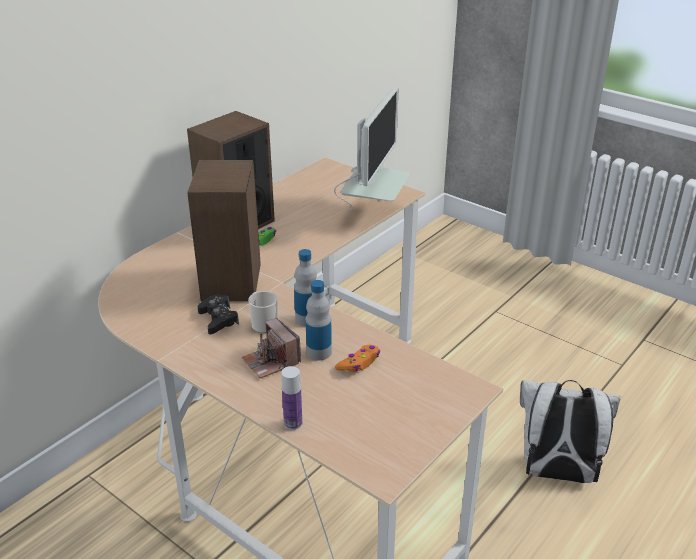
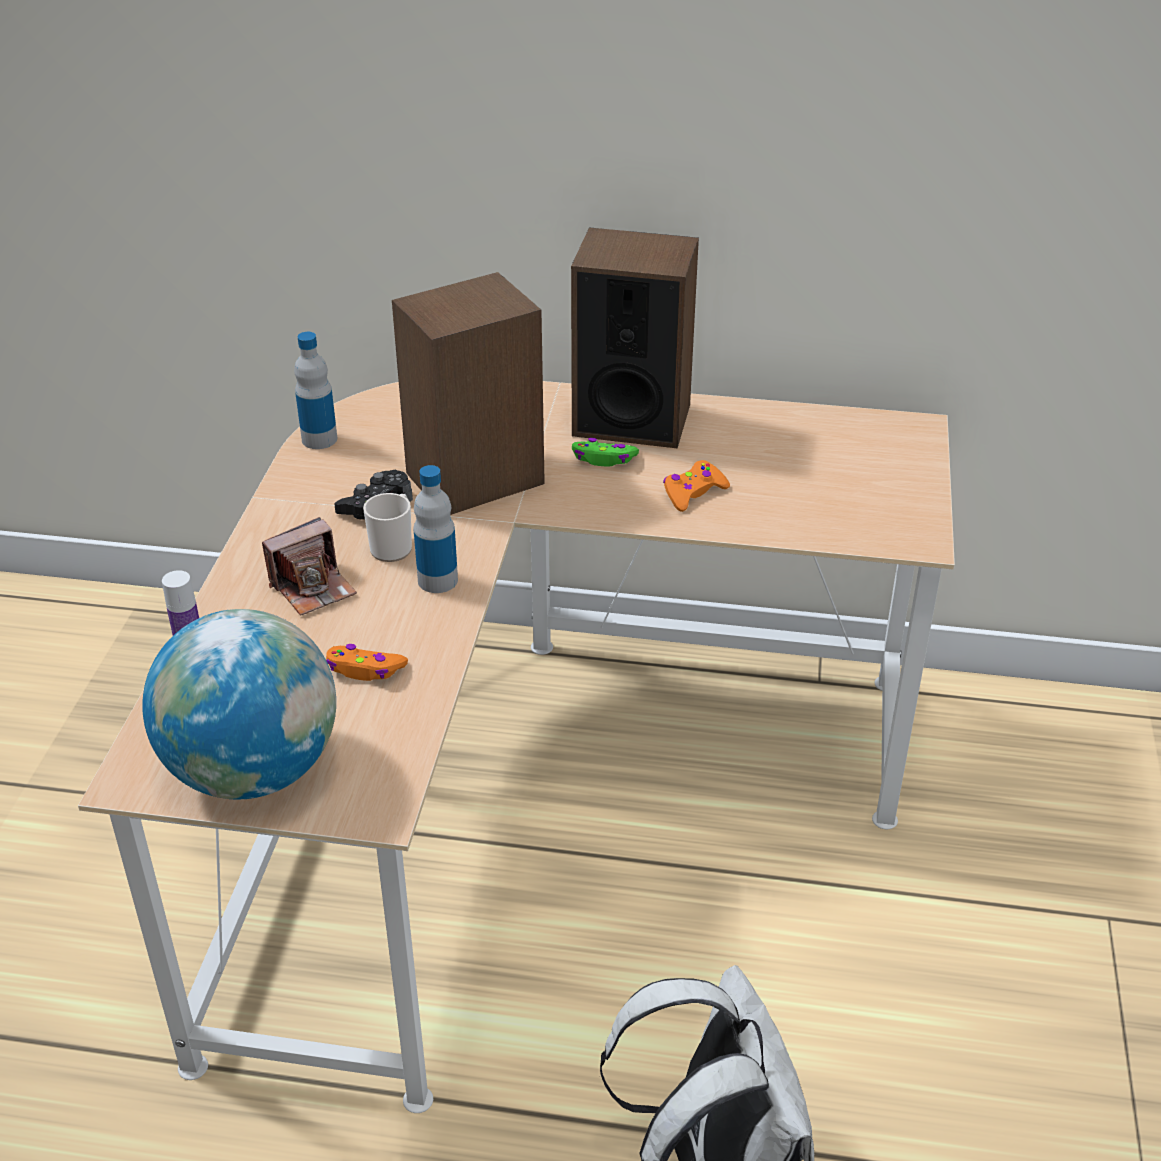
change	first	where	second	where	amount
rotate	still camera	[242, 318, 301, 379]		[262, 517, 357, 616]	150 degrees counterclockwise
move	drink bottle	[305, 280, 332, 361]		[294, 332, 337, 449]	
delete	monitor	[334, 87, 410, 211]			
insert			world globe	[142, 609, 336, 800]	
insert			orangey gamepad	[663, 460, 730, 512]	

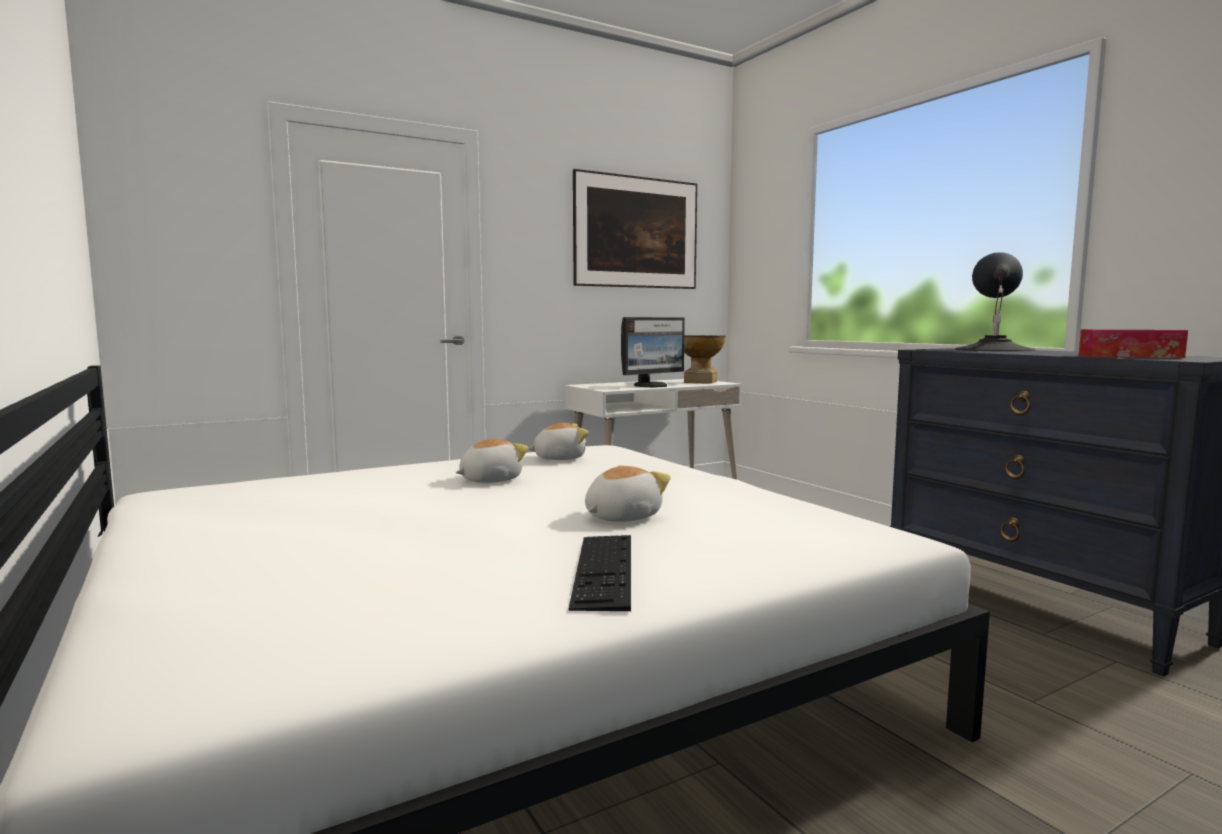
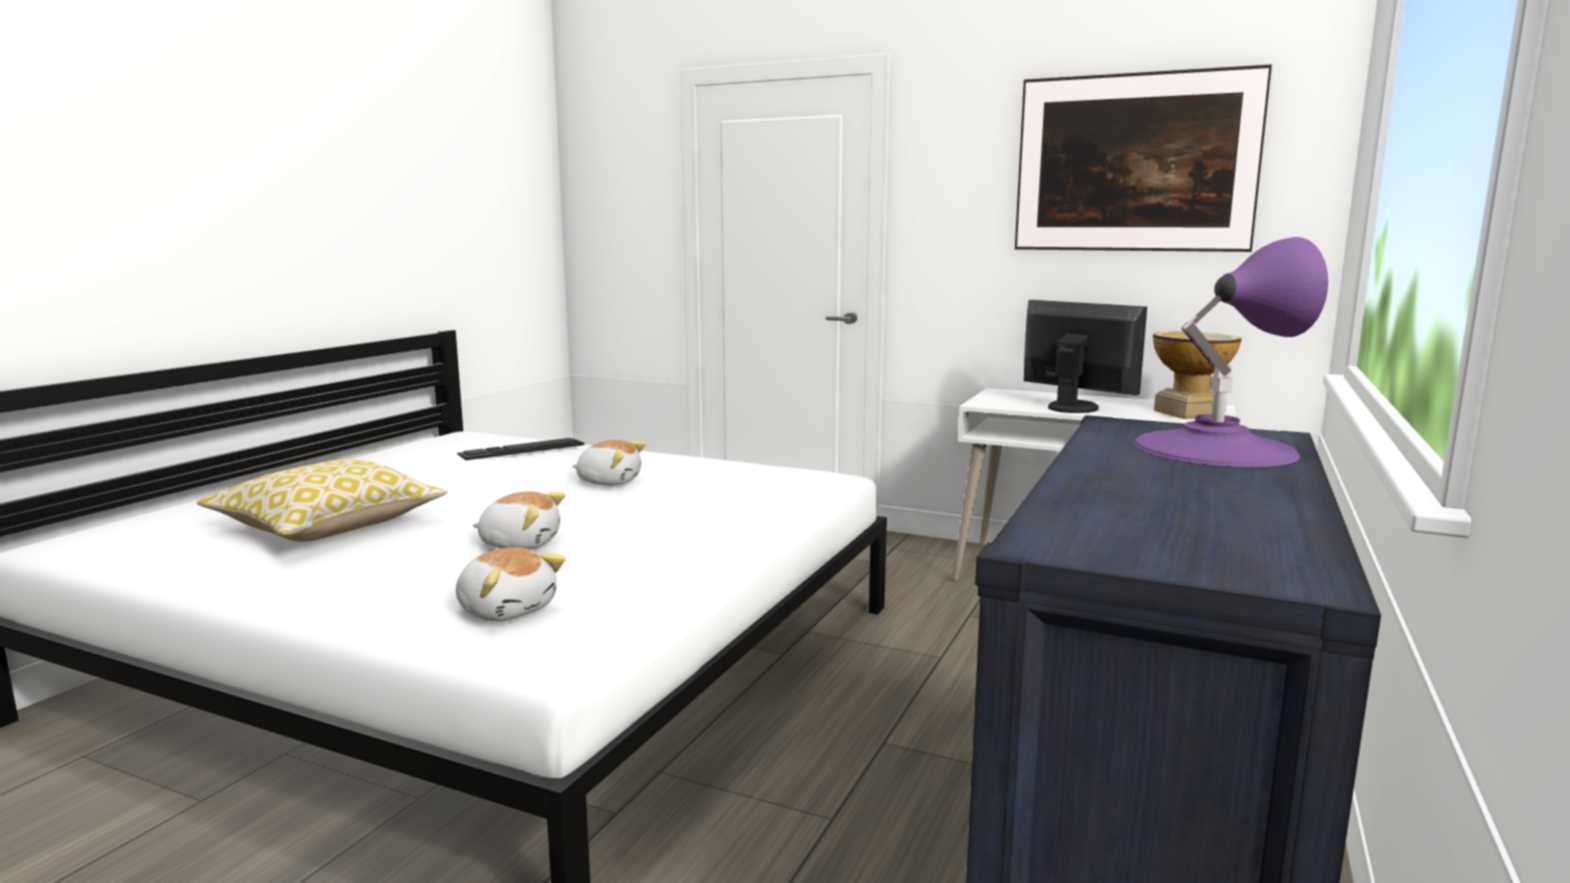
change	first	where	second	where	amount
move	cuddly toy	[528, 423, 589, 460]		[456, 547, 566, 621]	
move	keyboard	[568, 535, 631, 611]		[457, 438, 584, 460]	
rotate	monitor	[621, 317, 685, 387]		[1024, 300, 1147, 413]	150 degrees counterclockwise
recolor	black lamp for a table	[955, 252, 1036, 352]	purple-coloured lamp for a table	[1134, 237, 1328, 467]	
delete	box of tissues	[1079, 329, 1188, 358]			
insert			cushion	[197, 459, 448, 542]	

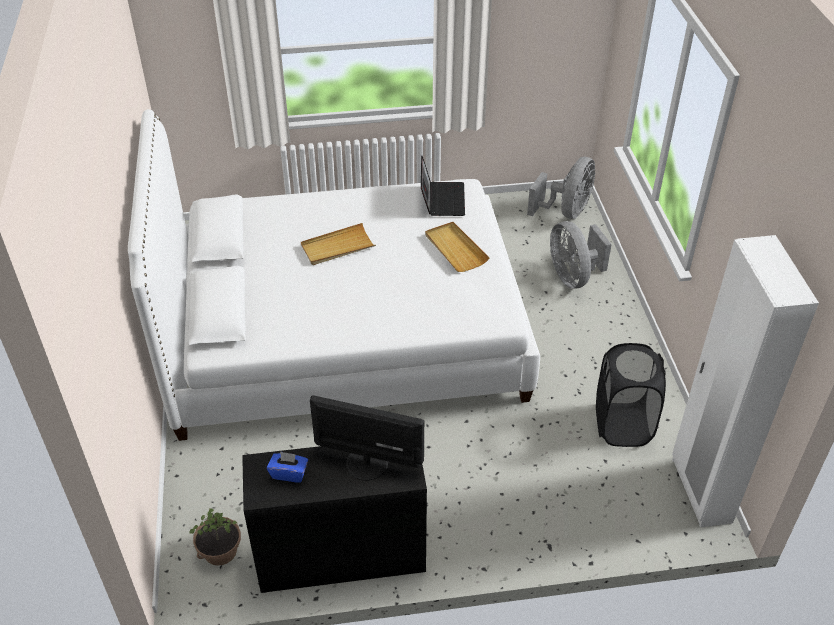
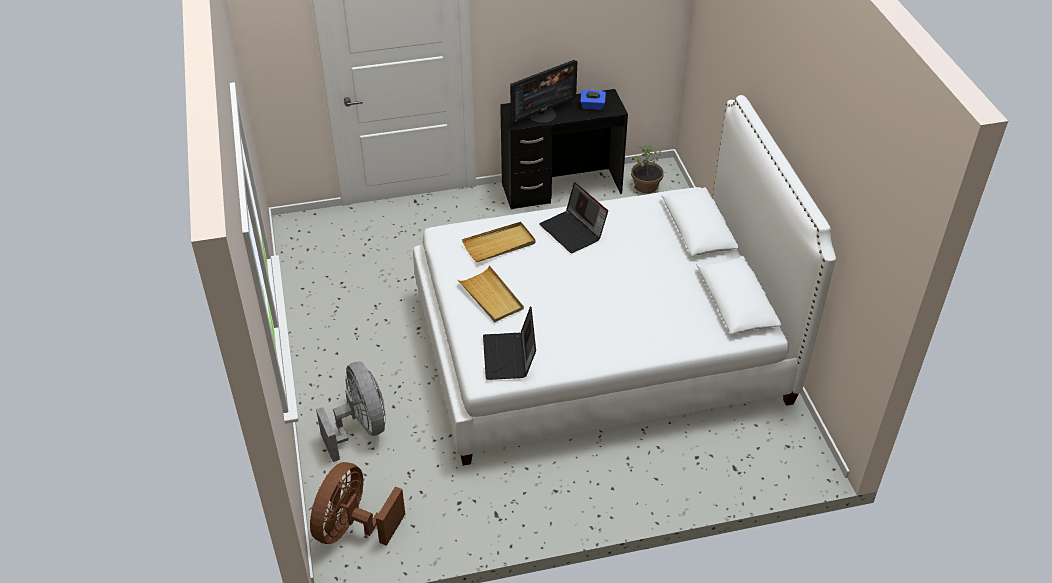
change	first	where	second	where	amount
move	sand-coloured serving tray	[301, 223, 376, 265]		[462, 222, 536, 262]	
rotate	monitor	[310, 395, 424, 481]		[510, 60, 577, 123]	45 degrees counterclockwise
recolor	grey cooling fan	[527, 157, 595, 219]	brown cooling fan	[310, 462, 405, 546]	
delete	black laundry basket	[596, 343, 666, 447]			
delete	white wardrobe	[672, 235, 819, 527]			
insert			portable computer	[539, 182, 608, 253]	

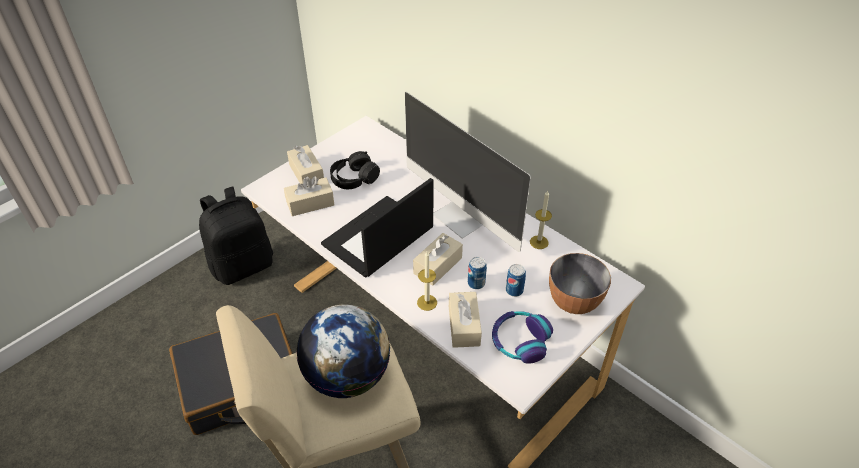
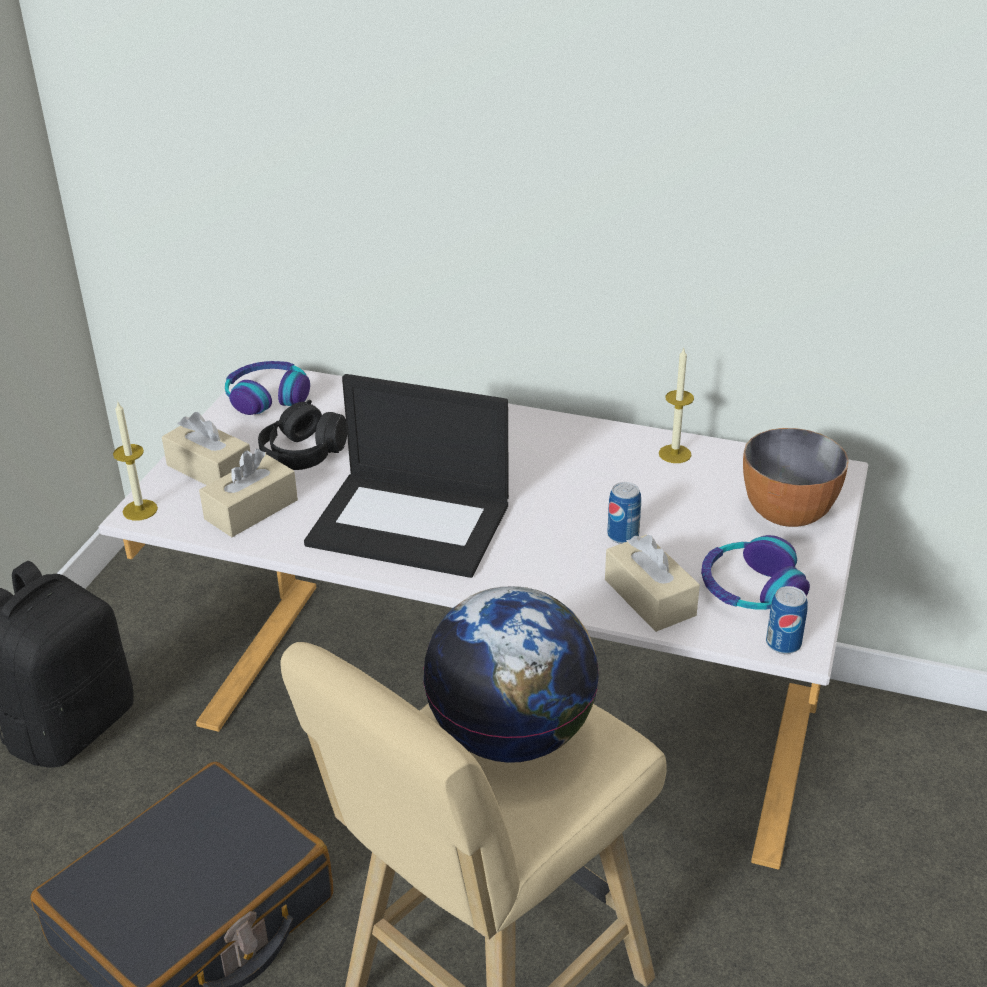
change	first	where	second	where	amount
rotate	portable computer	[321, 178, 434, 278]		[304, 374, 509, 578]	90 degrees counterclockwise
delete	monitor	[405, 92, 531, 252]			
delete	sand-coloured box of tissues	[413, 233, 463, 286]			
move	wax candle	[417, 252, 437, 311]		[113, 402, 158, 521]	
move	can	[506, 264, 526, 297]		[766, 586, 808, 654]	
insert			headset	[225, 361, 310, 415]	

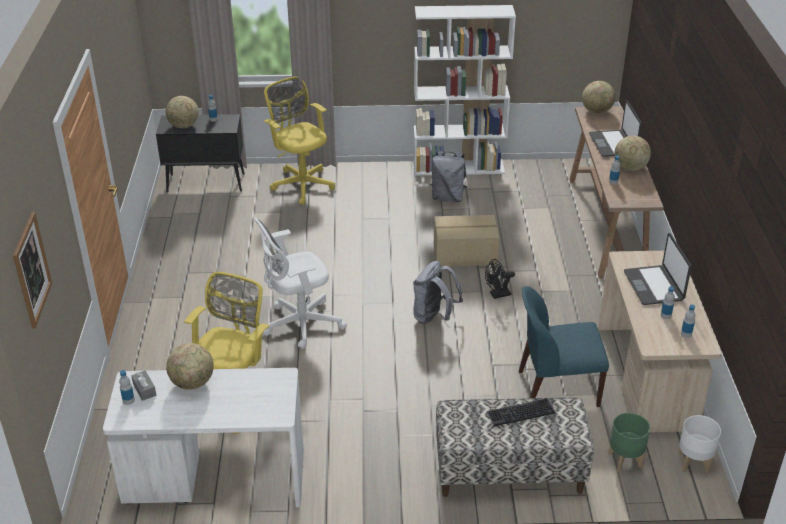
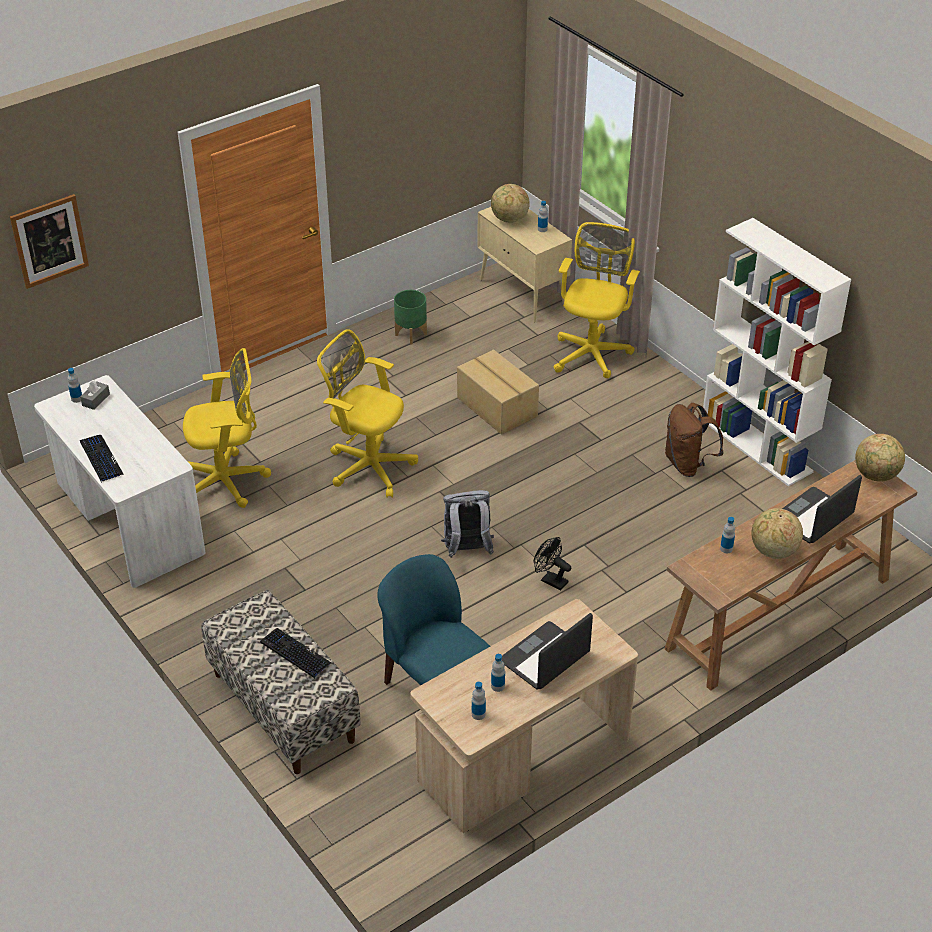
change	first	where	second	where	amount
recolor	black cabinet	[156, 114, 245, 193]	sand-coloured cabinet	[477, 207, 572, 322]	
delete	world globe	[166, 343, 214, 390]			
recolor	white computer chair	[254, 218, 347, 349]	yellow computer chair	[317, 329, 418, 498]	
recolor	grey rucksack	[430, 150, 467, 202]	brown rucksack	[665, 403, 724, 477]	
move	carton	[434, 215, 500, 266]		[457, 350, 539, 435]	
move	green flower pot	[608, 413, 650, 472]		[394, 290, 427, 344]	
delete	white flower pot	[679, 415, 721, 473]			
insert			keyboard	[80, 435, 124, 482]	

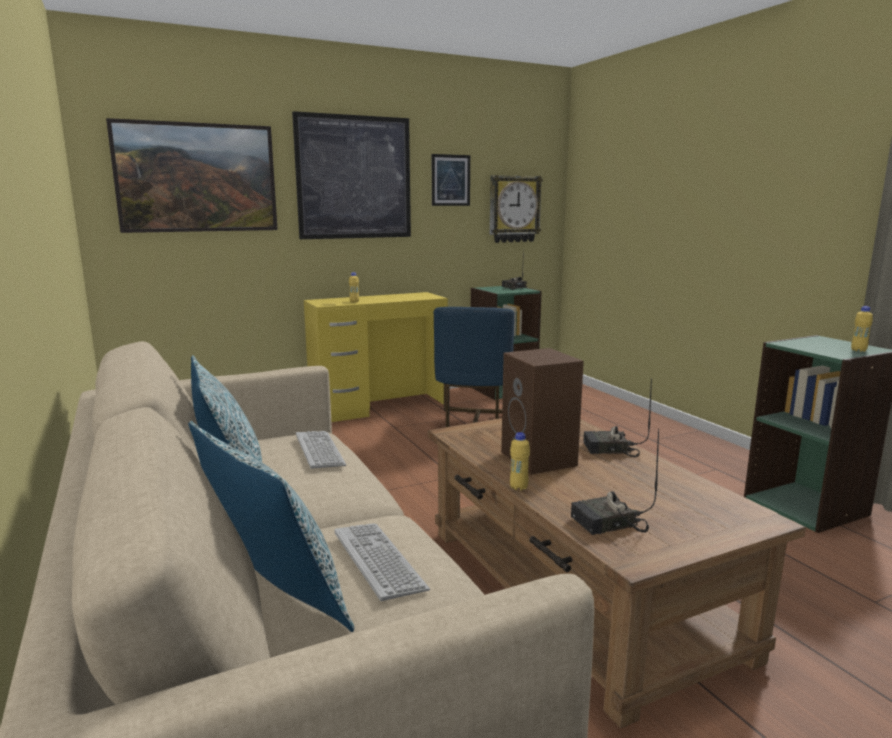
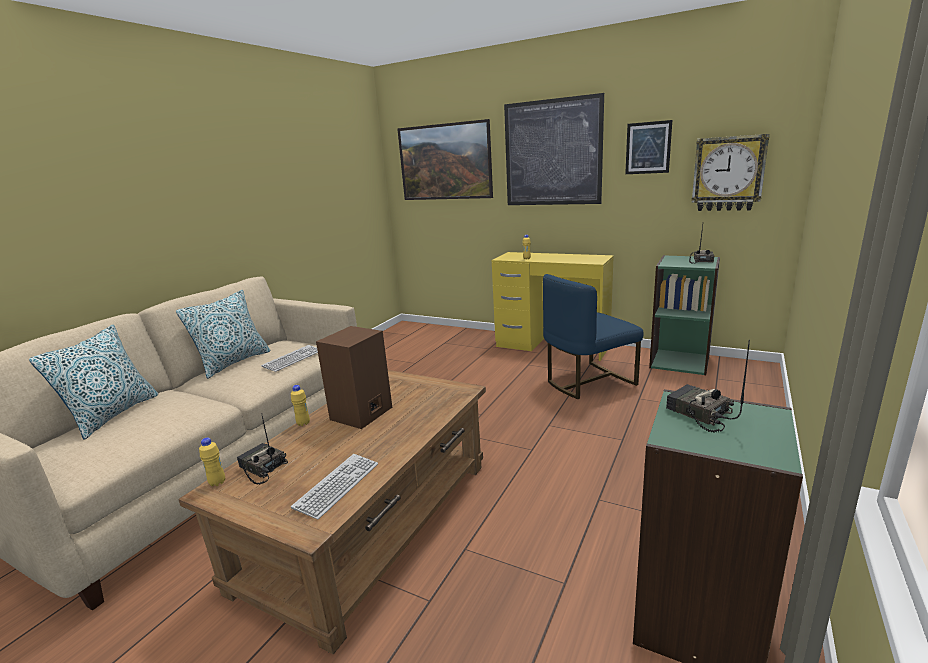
change	first	where	second	where	amount
move	keyboard	[334, 523, 430, 601]		[291, 454, 378, 520]	
move	radio receiver	[583, 378, 652, 458]		[666, 340, 750, 432]	
move	yellow drink bottle	[851, 306, 873, 352]		[199, 438, 225, 487]	

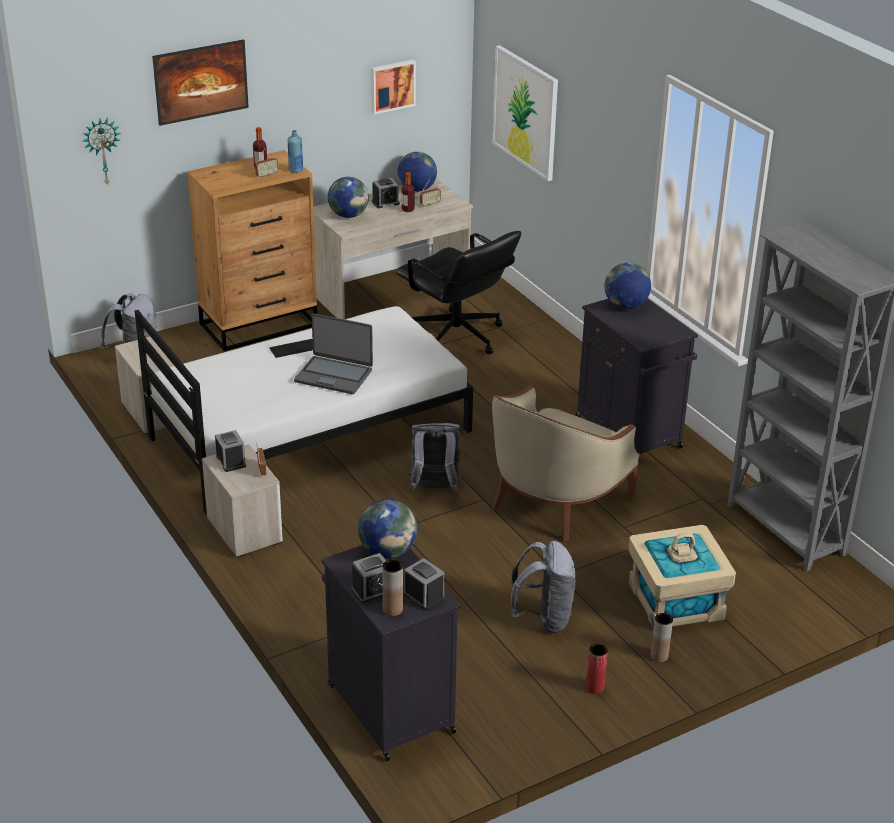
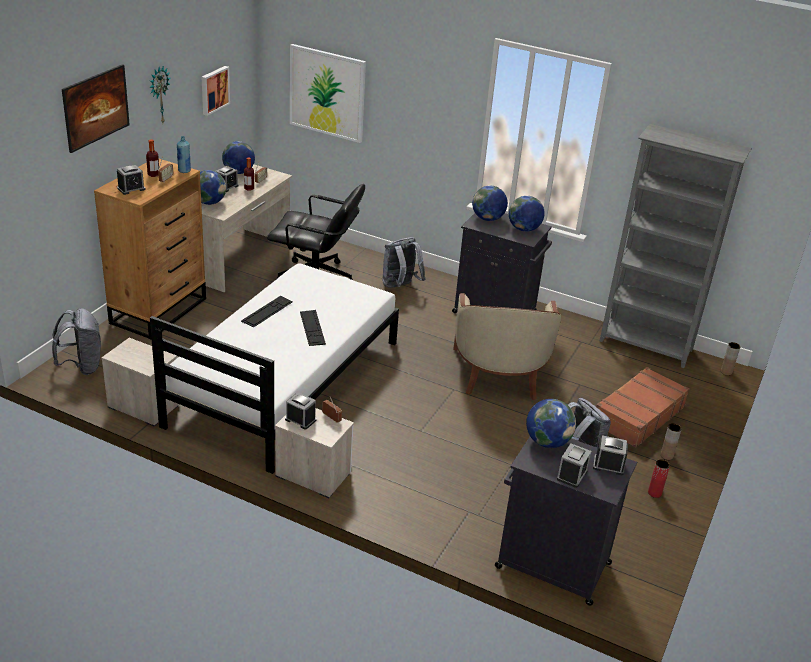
change	first	where	second	where	amount
move	clock on the wall	[82, 118, 121, 186]		[149, 65, 170, 123]	
replace	portable computer	[294, 313, 373, 394]	keyboard	[300, 310, 326, 346]	
move	brown flower vase	[382, 559, 403, 616]		[721, 342, 740, 376]	
move	grey rucksack	[407, 423, 463, 491]		[382, 237, 426, 288]	
replace	sand-coloured storage container	[628, 525, 736, 629]	brown piece of luggage	[596, 367, 689, 448]	
insert			bedside clock	[117, 165, 146, 195]	
insert			world globe	[509, 196, 545, 232]	

